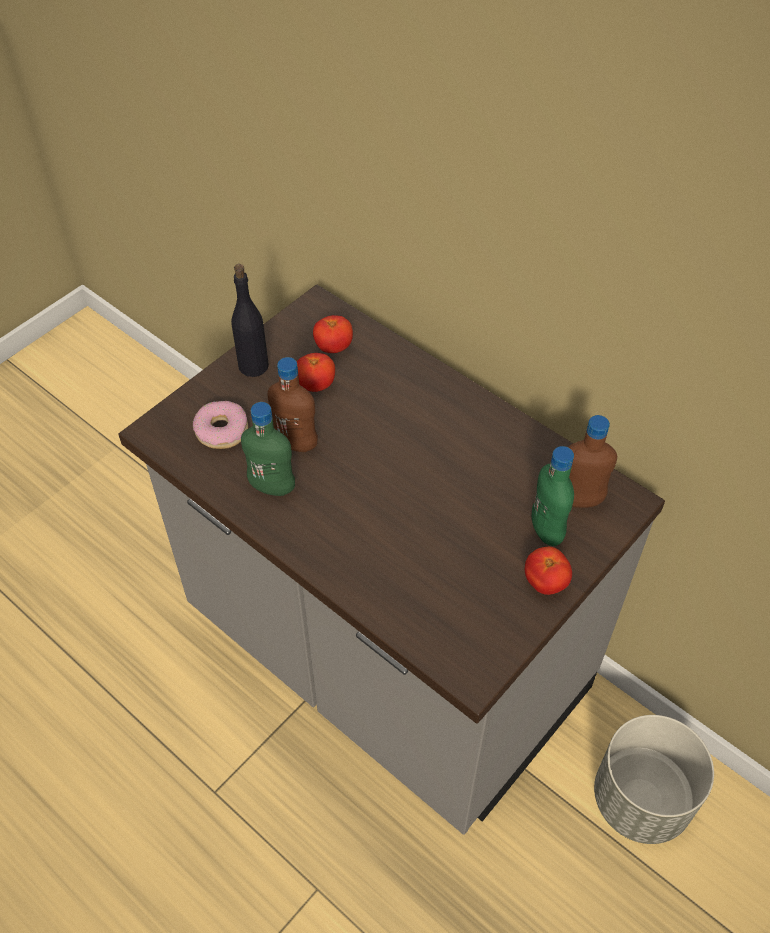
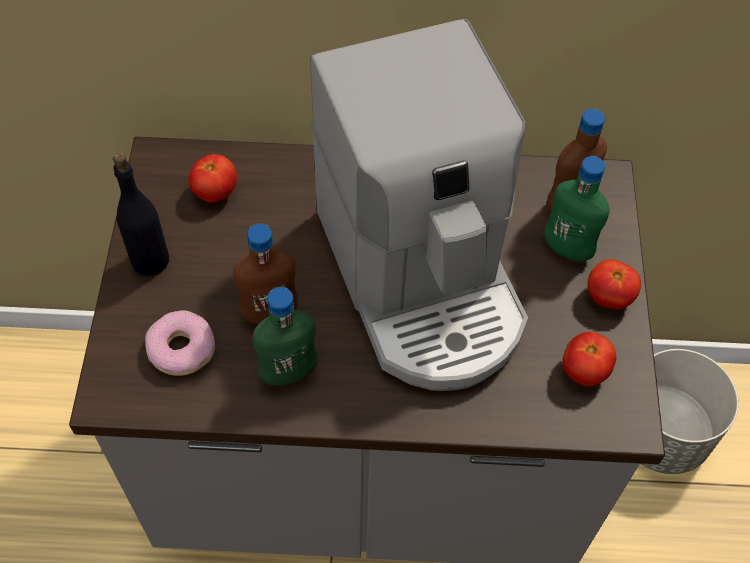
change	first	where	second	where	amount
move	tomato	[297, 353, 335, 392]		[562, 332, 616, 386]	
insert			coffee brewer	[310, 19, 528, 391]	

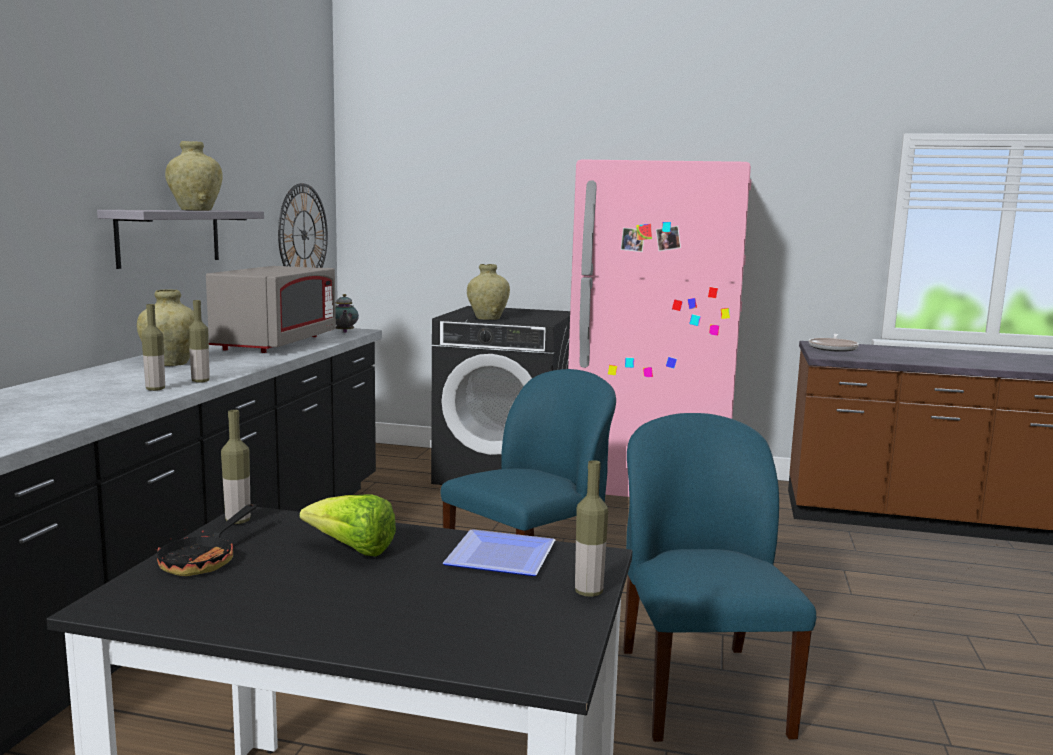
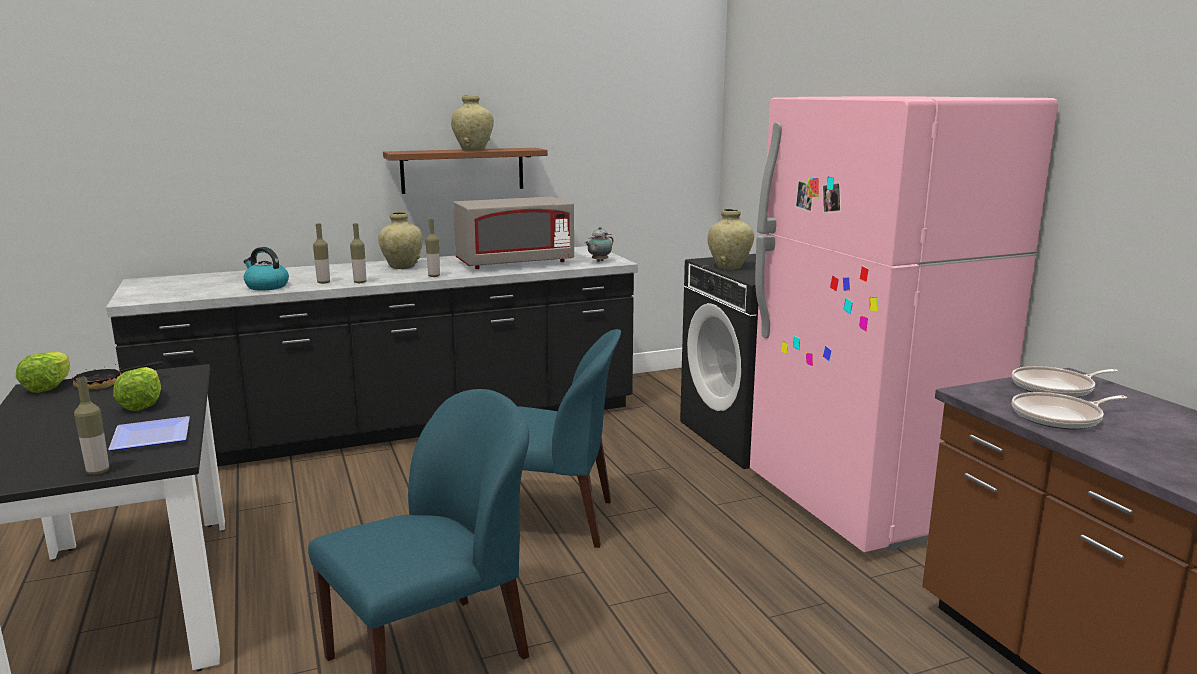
change	first	where	second	where	amount
recolor	grey wall shelf	[97, 210, 264, 269]	brown wall shelf	[383, 148, 548, 194]	
move	drink bottle	[221, 410, 251, 524]		[426, 219, 440, 277]	
delete	clock on the wall	[278, 183, 328, 268]			
insert			lettuce head	[16, 352, 70, 393]	
insert			kettle	[243, 247, 289, 291]	
insert			pan	[1012, 392, 1127, 429]	

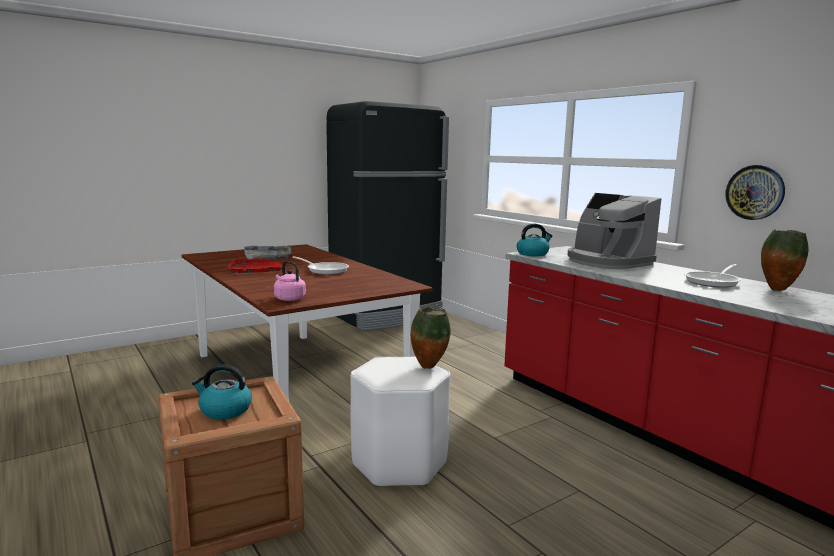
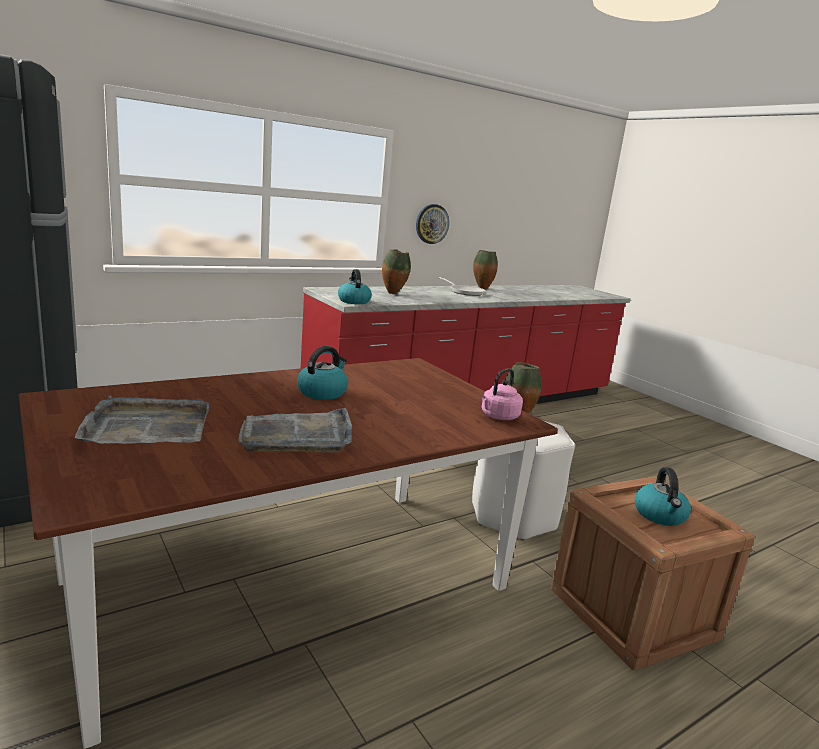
change	first	where	second	where	amount
recolor	reddish serving tray	[227, 258, 282, 273]	grey serving tray	[238, 408, 352, 453]	
replace	pan	[292, 256, 349, 275]	kettle	[297, 346, 348, 400]	
replace	coffee brewer	[567, 193, 661, 269]	flower vase	[382, 249, 411, 294]	

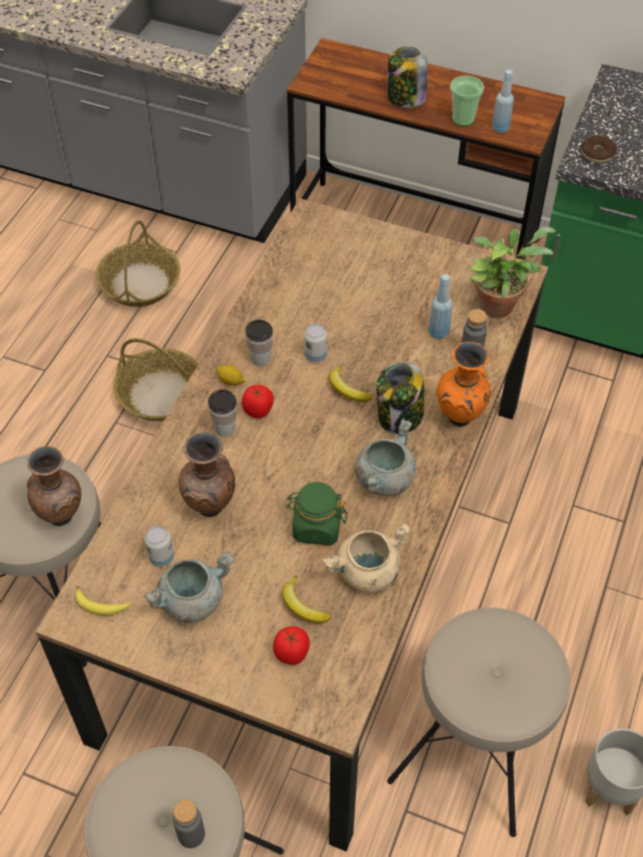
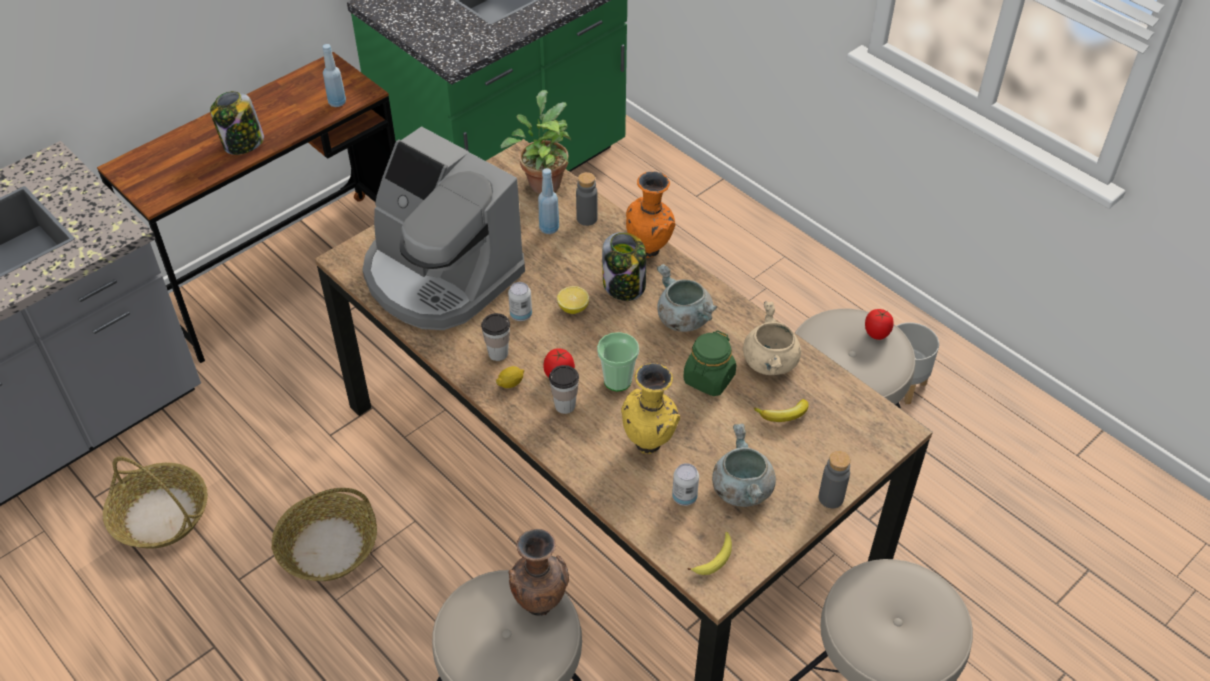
change	first	where	second	where	amount
move	grey drink bottle	[173, 799, 205, 848]		[819, 451, 851, 508]	
recolor	brown flower vase	[179, 432, 235, 517]	yellow flower vase	[621, 363, 680, 454]	
move	tomato	[273, 626, 310, 665]		[865, 309, 894, 340]	
replace	banana	[329, 365, 372, 402]	citrus fruit	[557, 286, 589, 314]	
move	drinking cup	[450, 76, 484, 126]		[597, 332, 639, 391]	
delete	donut	[581, 135, 617, 163]			
insert			coffee brewer	[363, 126, 525, 330]	

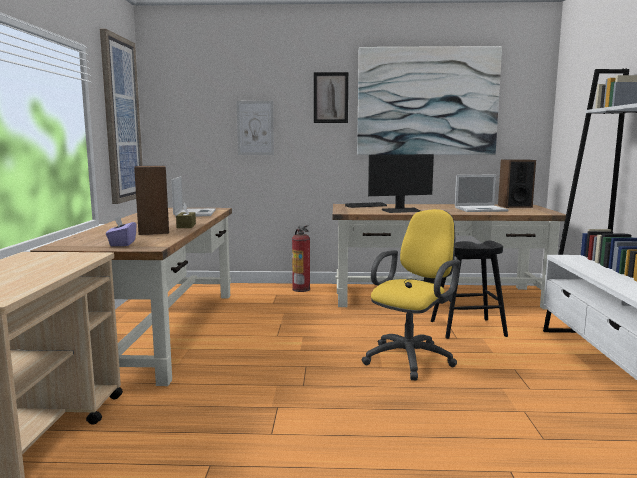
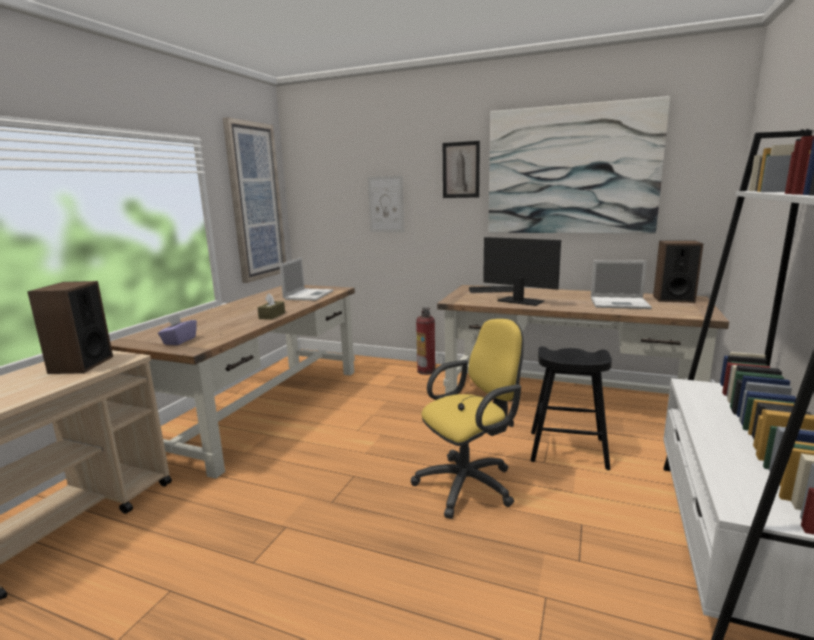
change	first	where	second	where	amount
move	speaker	[134, 166, 169, 235]		[27, 281, 113, 374]	
rotate	monitor	[368, 154, 434, 213]		[483, 237, 561, 306]	150 degrees counterclockwise

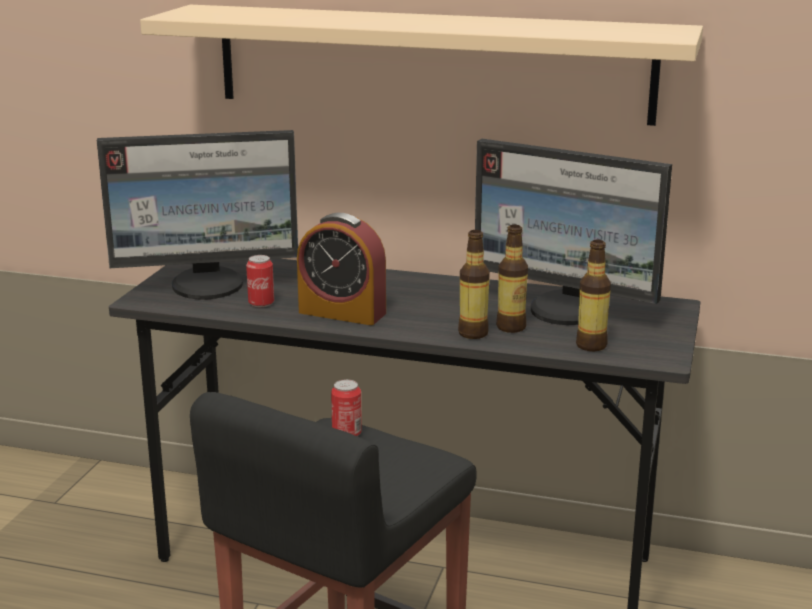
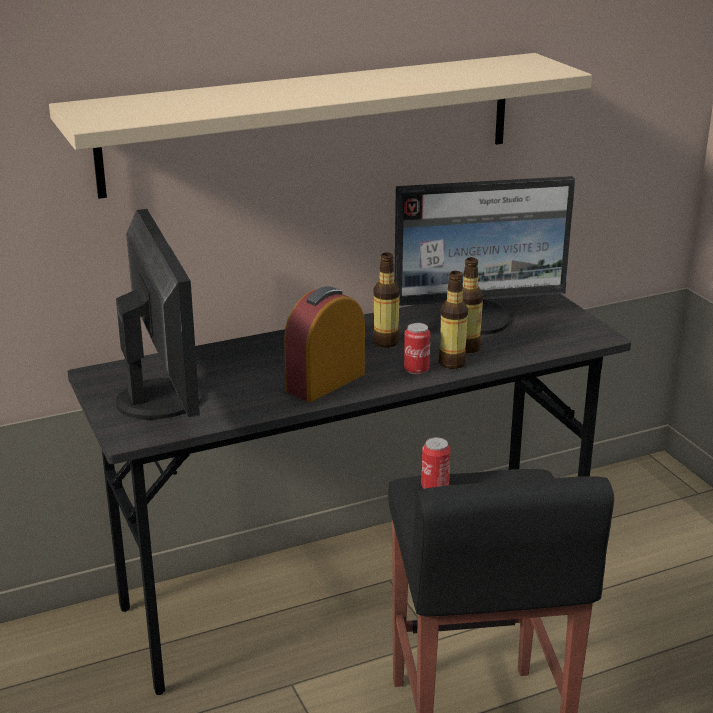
change	first	where	second	where	amount
rotate	monitor	[97, 130, 298, 300]		[116, 209, 203, 420]	60 degrees counterclockwise
move	can	[246, 255, 274, 307]		[404, 323, 430, 374]	
rotate	bedside clock	[297, 213, 386, 325]		[284, 286, 365, 402]	150 degrees clockwise
move	drink bottle	[576, 240, 611, 351]		[373, 252, 400, 348]	

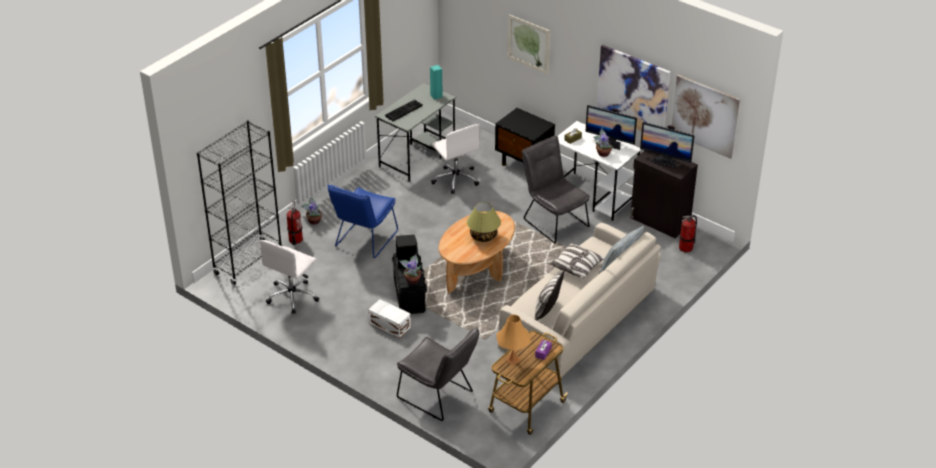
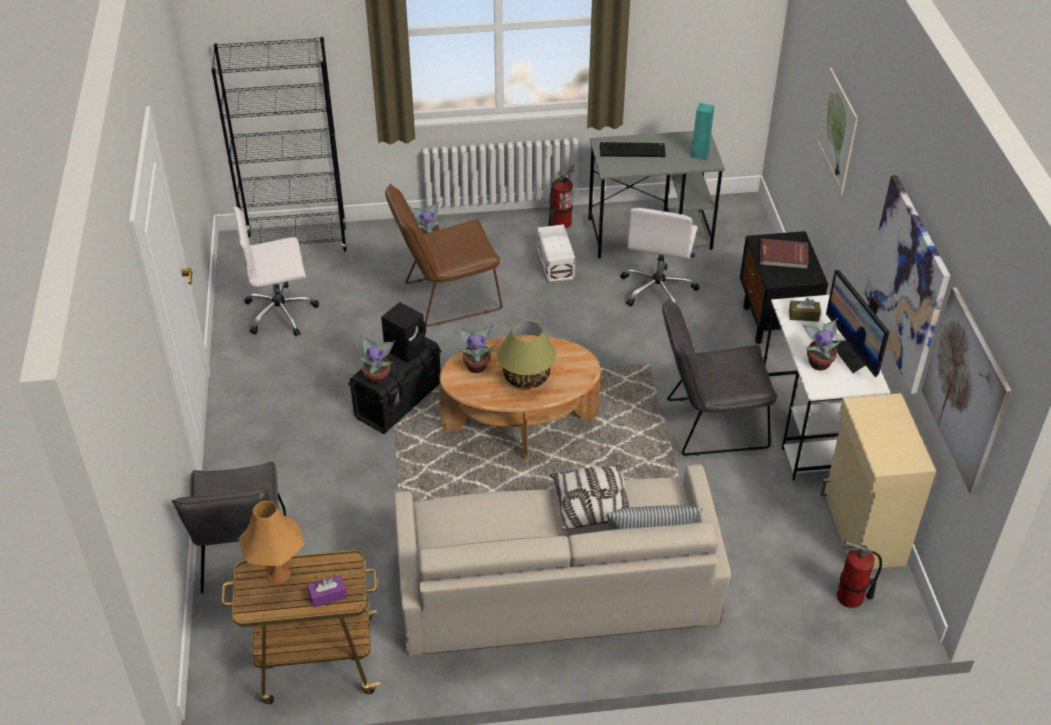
change	first	where	second	where	amount
move	fire-fighting cylinder	[287, 199, 303, 245]		[548, 164, 574, 229]	
recolor	blue-coloured upright chair	[328, 184, 398, 258]	brown upright chair	[385, 184, 502, 327]	
move	white storage container	[368, 299, 411, 338]		[537, 224, 575, 282]	
rotate	grey upright chair	[522, 136, 590, 243]		[662, 298, 778, 456]	105 degrees counterclockwise
delete	cushion	[535, 269, 564, 320]			
recolor	black cabinet	[630, 150, 698, 238]	sand-coloured cabinet	[820, 393, 936, 569]	
delete	monitor	[640, 122, 695, 168]			
insert			potted plant	[457, 325, 495, 373]	
insert			reddish bound book	[760, 238, 808, 269]	

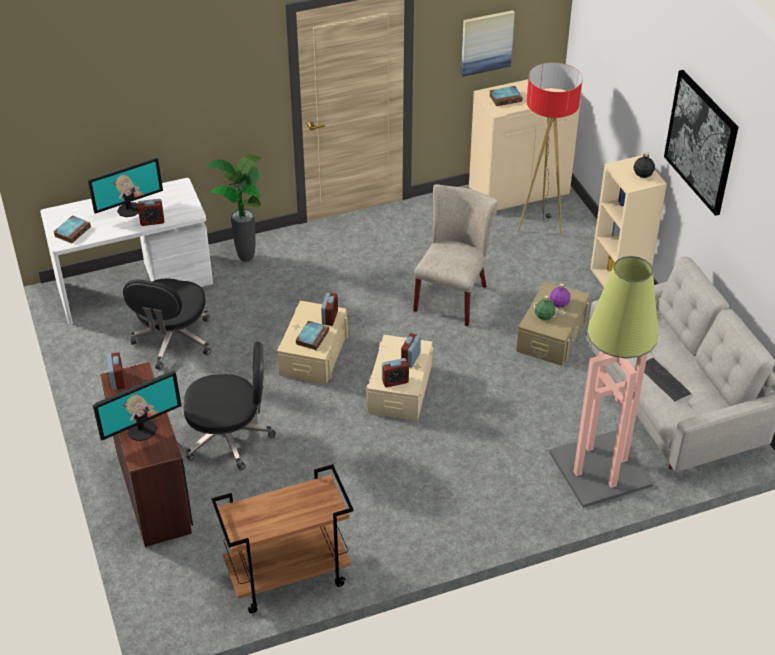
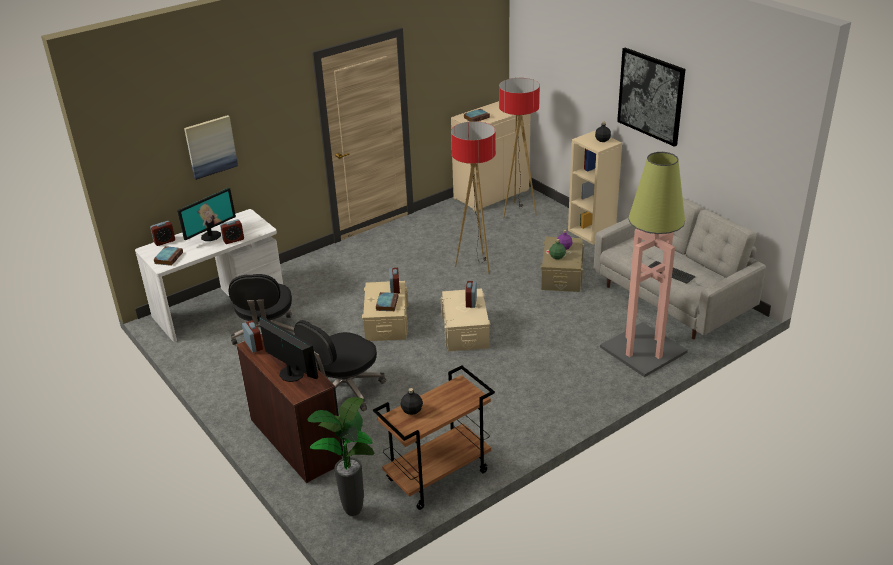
change	first	where	second	where	amount
rotate	monitor	[93, 371, 181, 441]		[259, 316, 318, 382]	90 degrees counterclockwise
rotate	black computer chair	[184, 342, 276, 470]		[294, 320, 386, 411]	150 degrees clockwise
move	potted plant	[207, 155, 262, 262]		[307, 397, 375, 516]	
move	bedside clock	[382, 358, 409, 387]		[150, 221, 175, 246]	
replace	sand-coloured upright chair	[413, 184, 498, 326]	standing lamp	[451, 121, 496, 274]	
move	wall art	[461, 10, 515, 76]		[184, 115, 238, 180]	
insert			black drink bottle	[400, 388, 423, 415]	

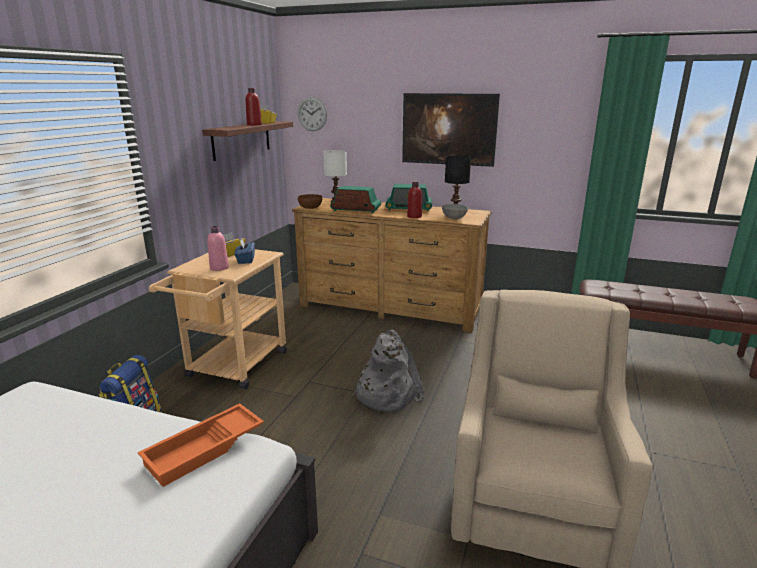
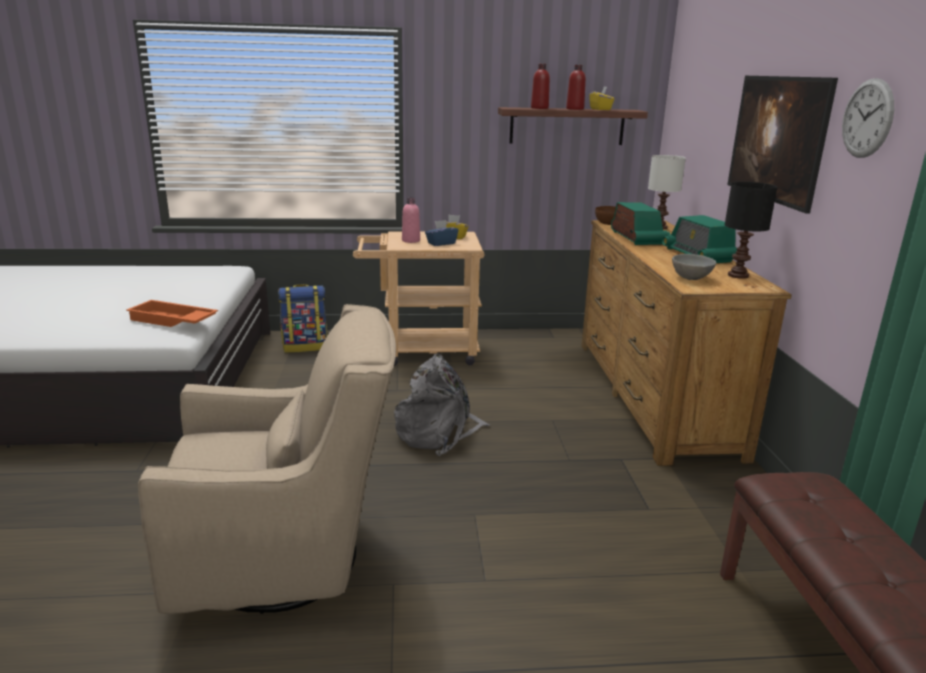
change	first	where	second	where	amount
move	clock on the wall	[298, 97, 327, 131]		[842, 78, 894, 158]	
move	reddish drink bottle	[407, 182, 422, 218]		[531, 64, 550, 109]	

